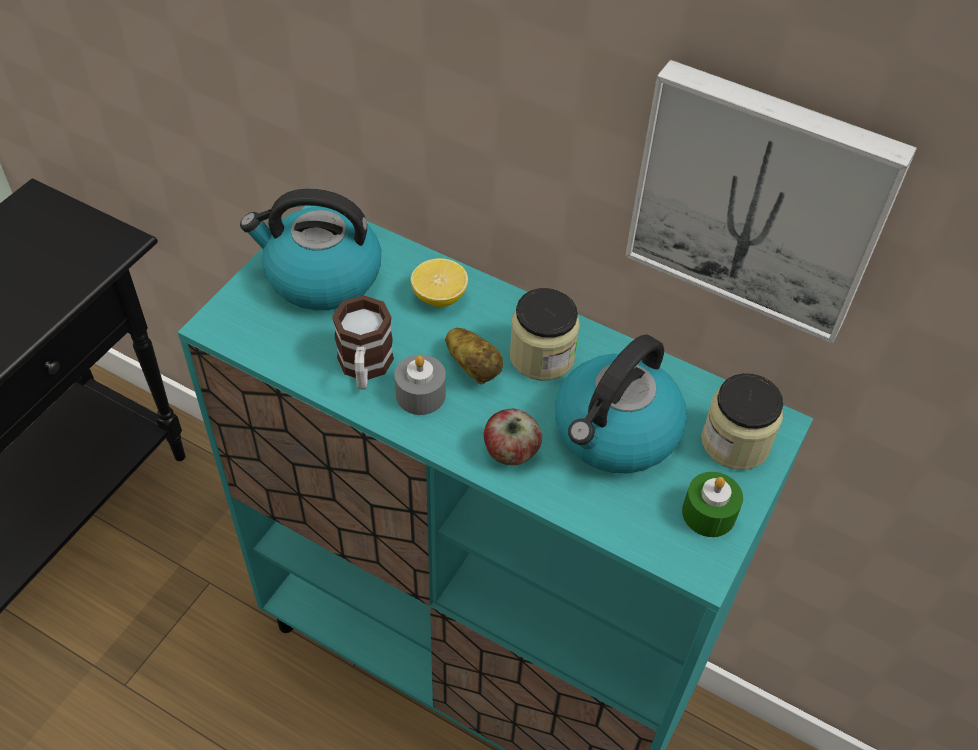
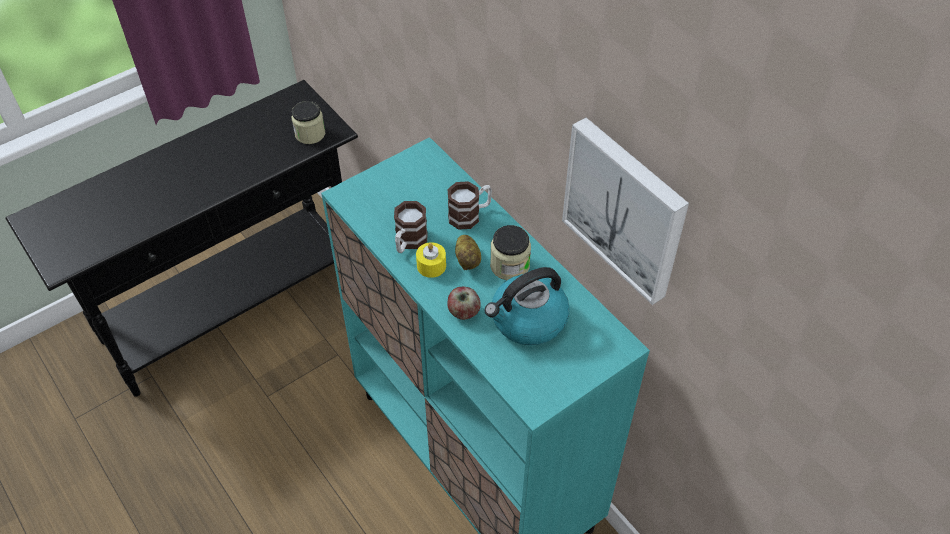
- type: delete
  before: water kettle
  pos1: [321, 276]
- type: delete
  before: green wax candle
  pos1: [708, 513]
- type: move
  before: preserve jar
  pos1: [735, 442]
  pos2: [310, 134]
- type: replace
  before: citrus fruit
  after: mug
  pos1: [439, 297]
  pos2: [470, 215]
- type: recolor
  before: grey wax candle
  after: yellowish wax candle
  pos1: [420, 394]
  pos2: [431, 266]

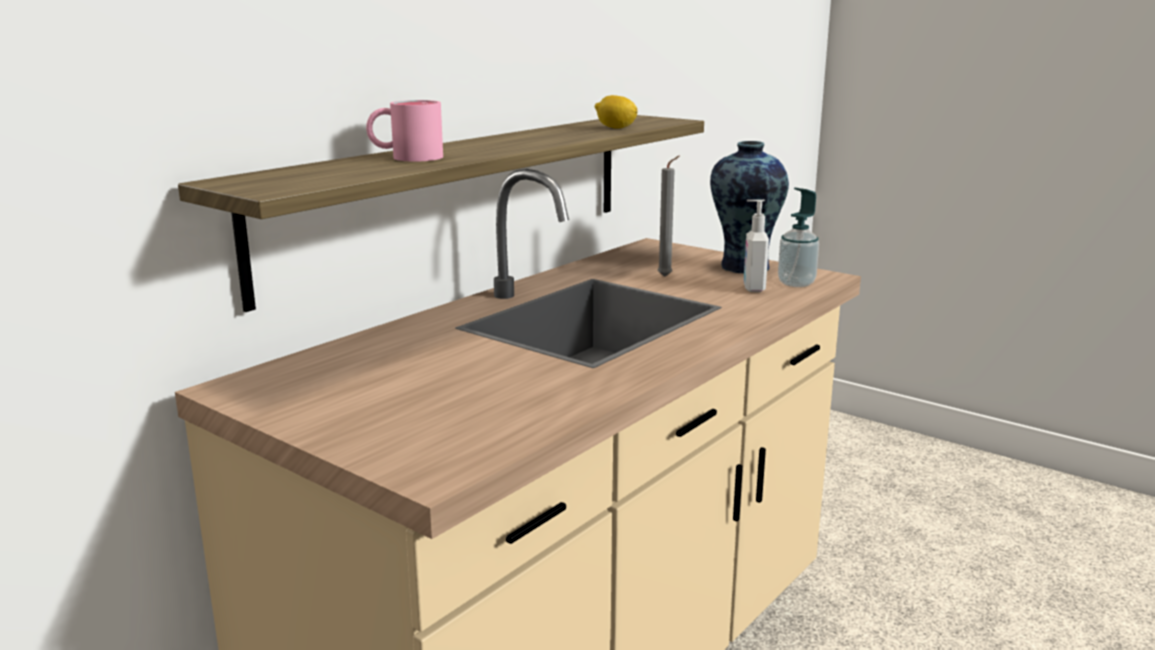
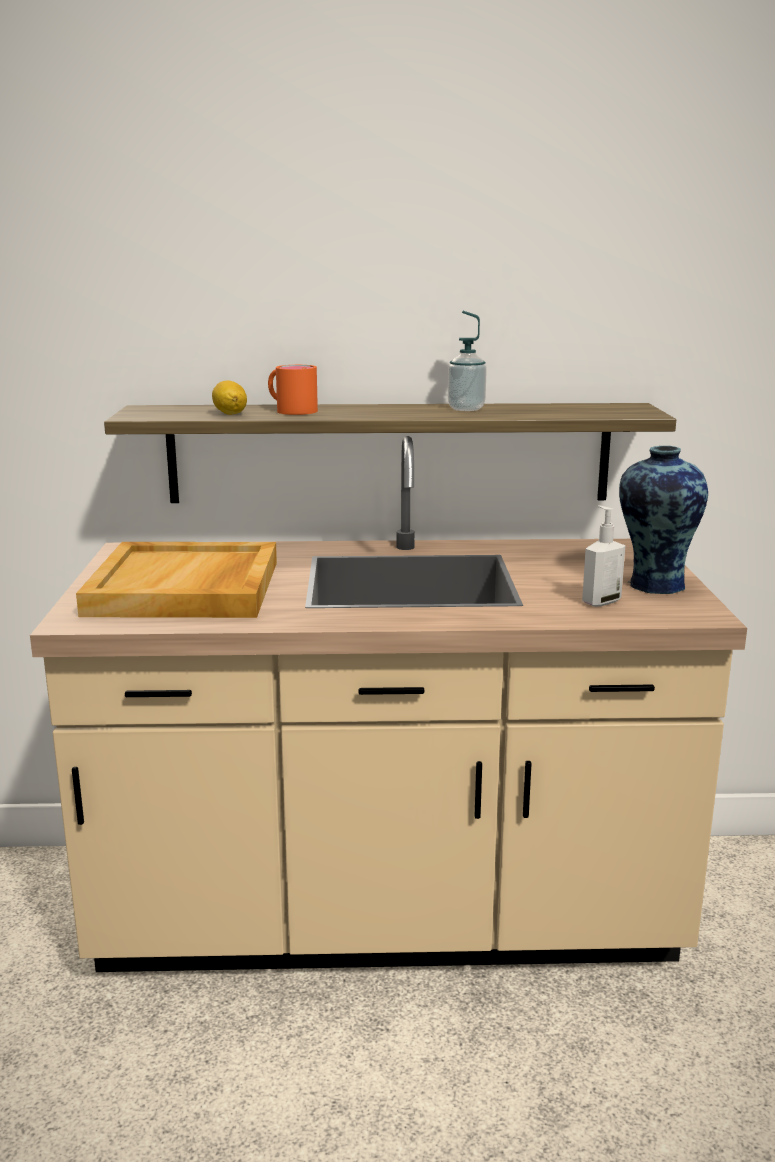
- type: delete
  before: grey wax candle
  pos1: [667, 276]
- type: insert
  after: sand-coloured tray
  pos2: [186, 588]
- type: move
  before: citrus fruit
  pos1: [615, 128]
  pos2: [230, 414]
- type: move
  before: soap bottle
  pos1: [796, 283]
  pos2: [466, 409]
- type: recolor
  before: pink-coloured mug
  after: orangey mug
  pos1: [406, 157]
  pos2: [290, 410]

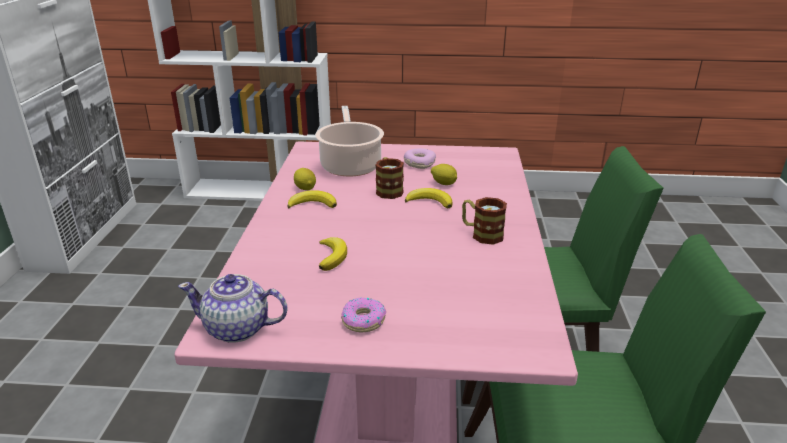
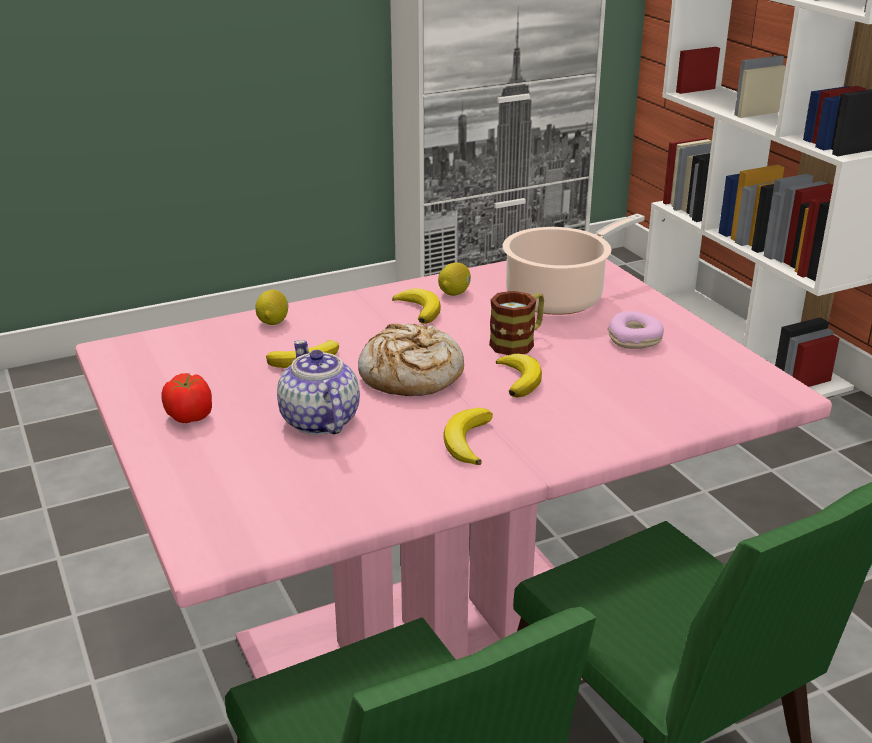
- type: insert
  after: bread
  pos2: [411, 376]
- type: move
  before: tea pot
  pos1: [238, 329]
  pos2: [319, 421]
- type: move
  before: citrus fruit
  pos1: [444, 183]
  pos2: [273, 321]
- type: replace
  before: ring doughnut
  after: tomato
  pos1: [363, 320]
  pos2: [189, 417]
- type: replace
  before: mug
  after: whole banana
  pos1: [481, 234]
  pos2: [467, 441]

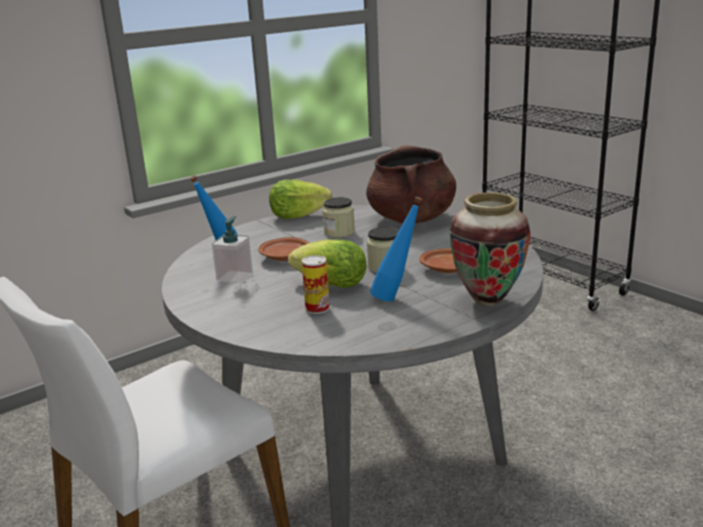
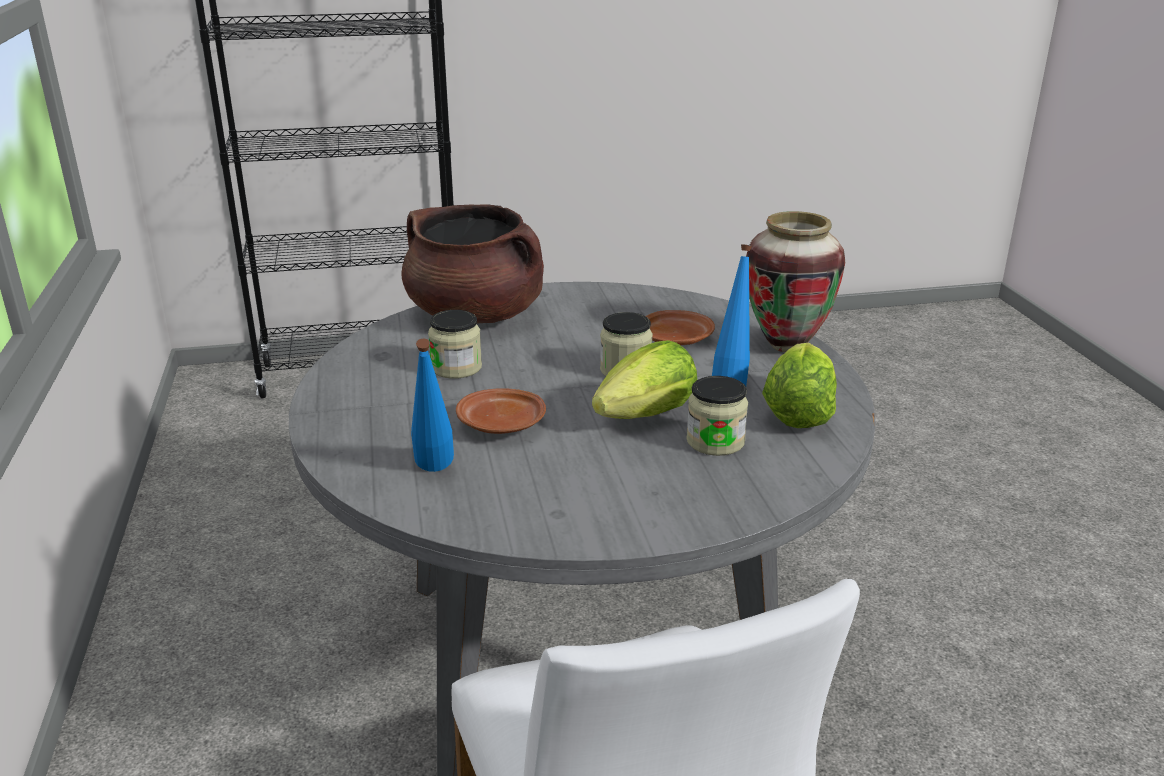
- type: delete
  before: soap bottle
  pos1: [235, 277]
- type: move
  before: lettuce
  pos1: [298, 216]
  pos2: [797, 414]
- type: replace
  before: metal can
  after: preserve jar
  pos1: [317, 308]
  pos2: [715, 441]

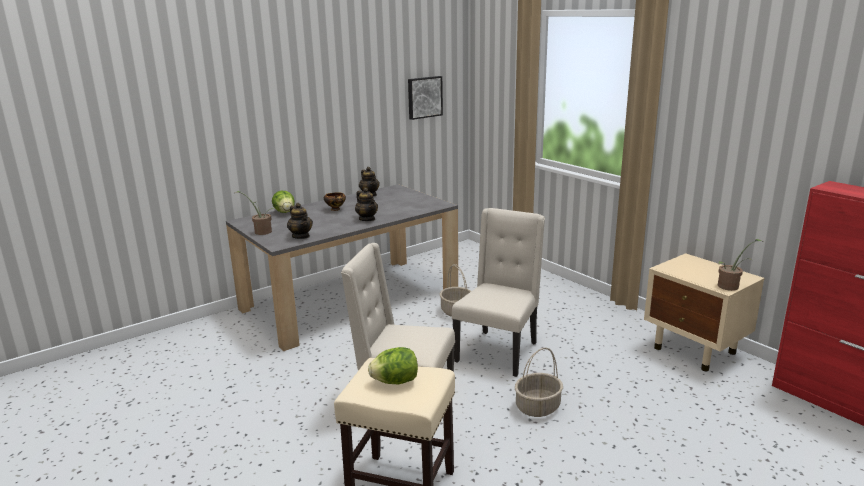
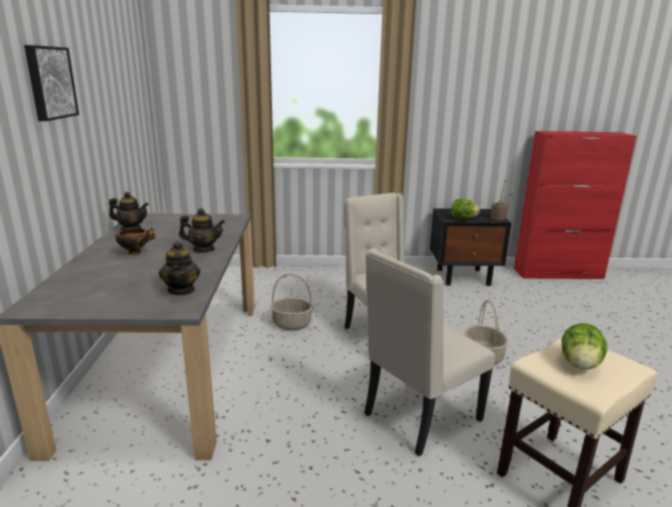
- type: delete
  before: potted plant
  pos1: [261, 231]
- type: move
  before: lettuce
  pos1: [285, 212]
  pos2: [463, 218]
- type: move
  before: wall picture
  pos1: [424, 97]
  pos2: [49, 82]
- type: recolor
  before: sand-coloured bedside table
  after: black bedside table
  pos1: [695, 351]
  pos2: [464, 277]
- type: rotate
  before: tea pot
  pos1: [301, 236]
  pos2: [182, 290]
  turn: 75

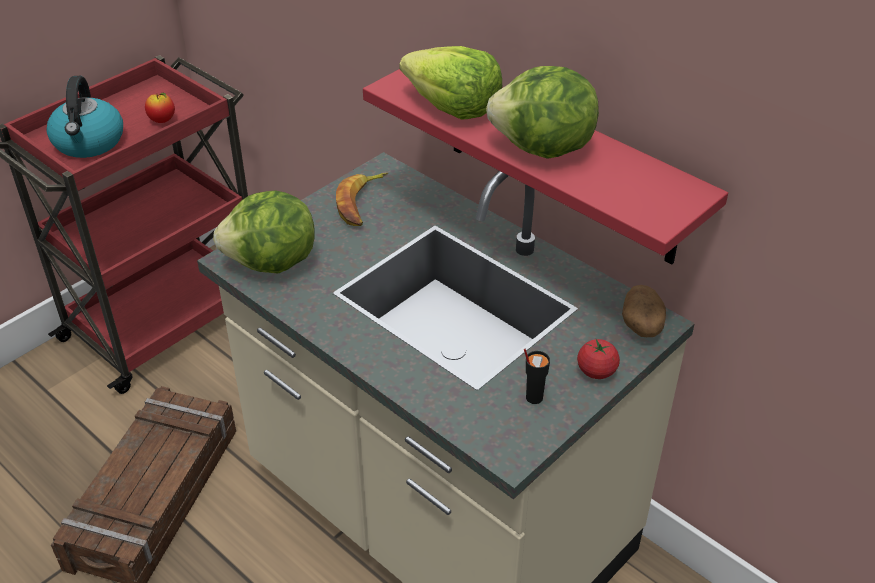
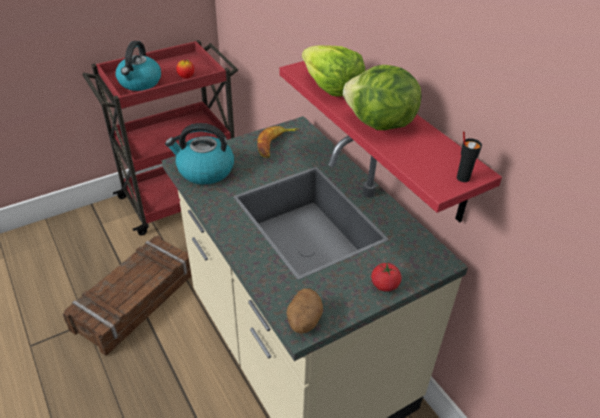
- type: move
  before: black small cup
  pos1: [533, 397]
  pos2: [462, 178]
- type: move
  before: spud
  pos1: [642, 327]
  pos2: [303, 321]
- type: replace
  before: lettuce
  after: water kettle
  pos1: [272, 263]
  pos2: [204, 170]

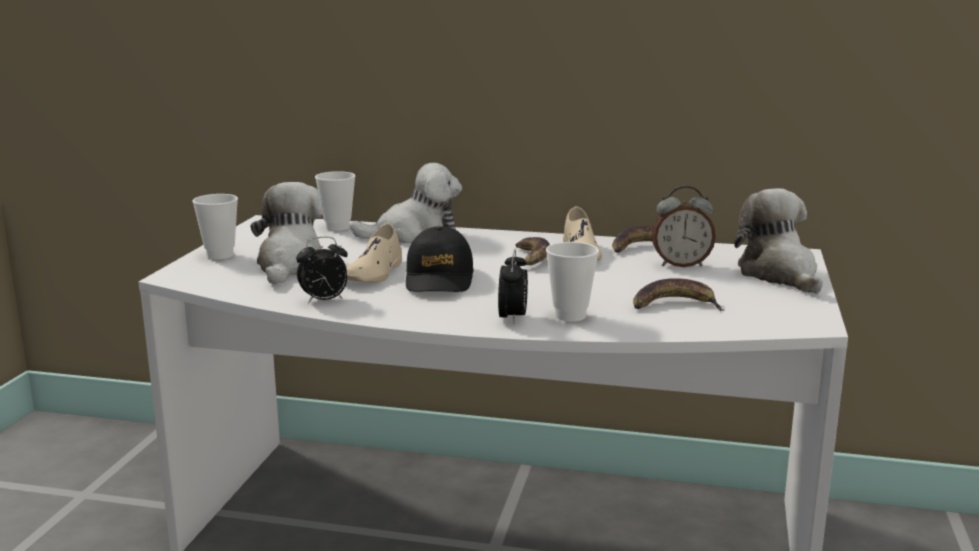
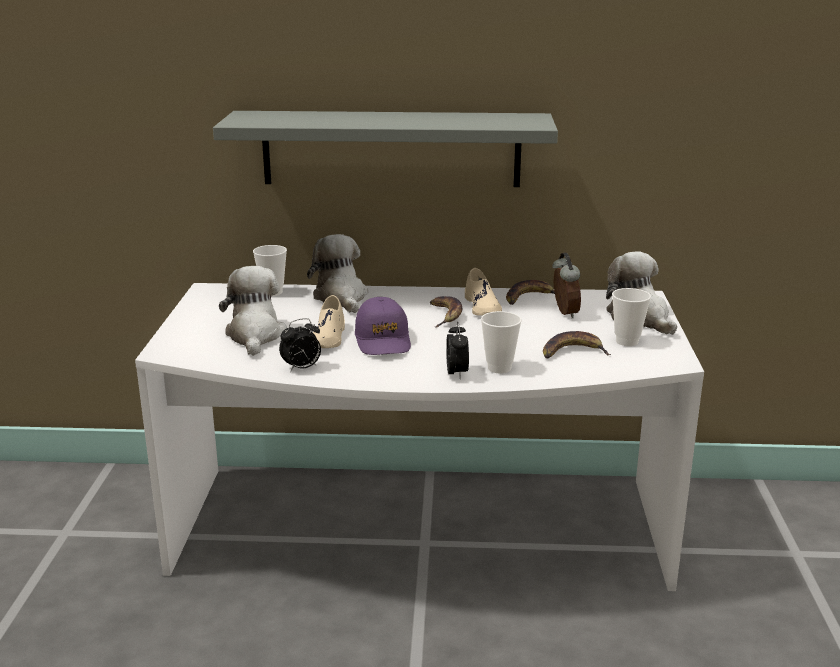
- type: insert
  after: grey shelf
  pos2: [391, 149]
- type: move
  before: small cup
  pos1: [220, 255]
  pos2: [627, 341]
- type: recolor
  before: black cap
  after: purple cap
  pos1: [439, 279]
  pos2: [383, 340]
- type: rotate
  before: cuddly toy
  pos1: [414, 236]
  pos2: [341, 297]
  turn: -90
- type: rotate
  before: bedside clock
  pos1: [681, 264]
  pos2: [563, 313]
  turn: -90

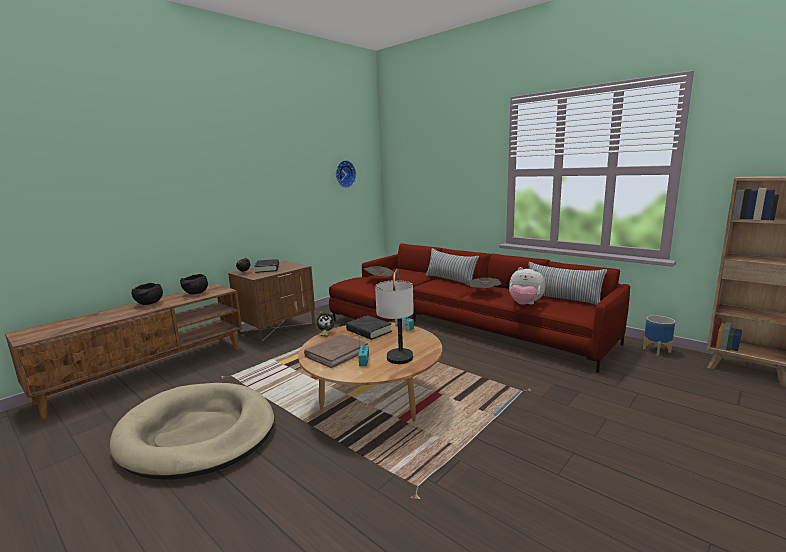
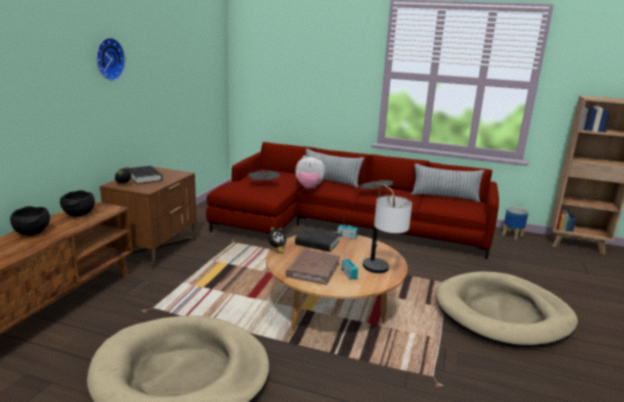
- type: insert
  after: sand-coloured dog bed
  pos2: [502, 313]
- type: move
  before: wall clock
  pos1: [344, 174]
  pos2: [108, 59]
- type: move
  before: cuddly toy
  pos1: [525, 304]
  pos2: [309, 188]

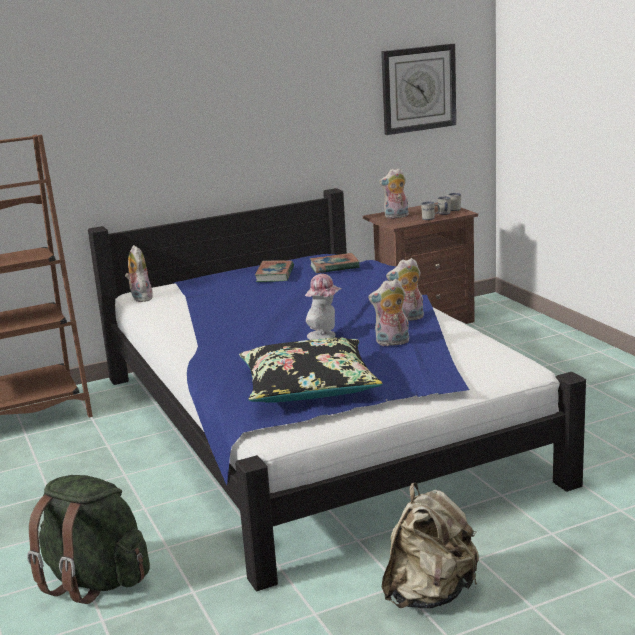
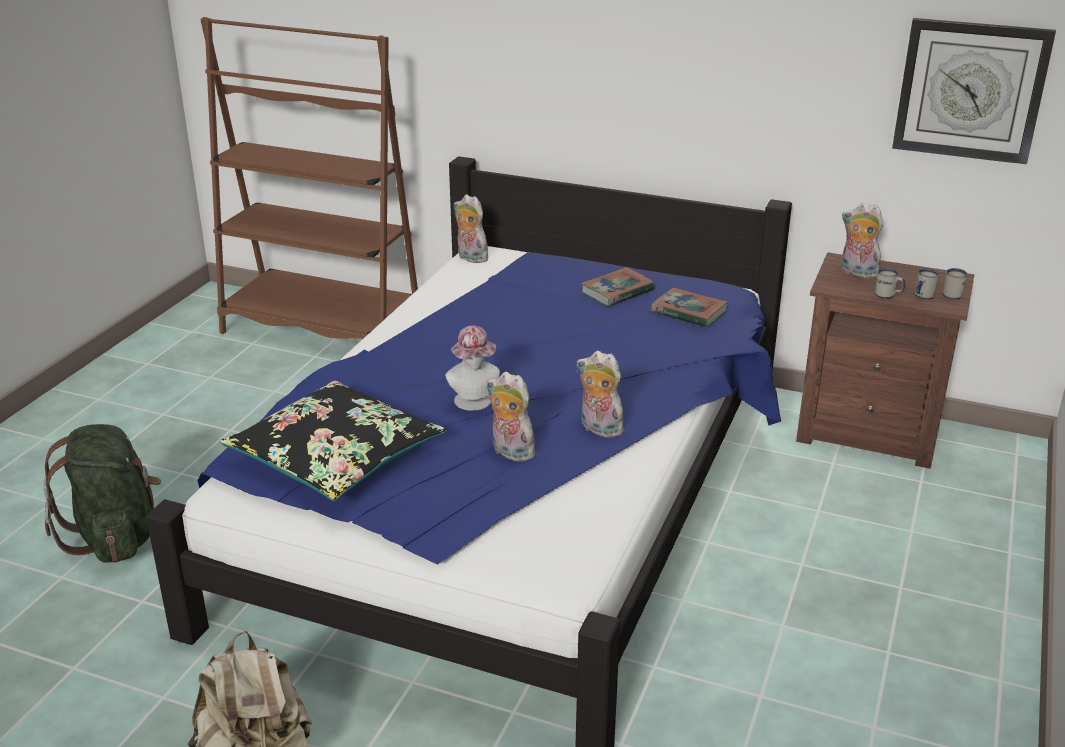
- type: rotate
  before: cuddly toy
  pos1: [140, 298]
  pos2: [470, 258]
  turn: -75

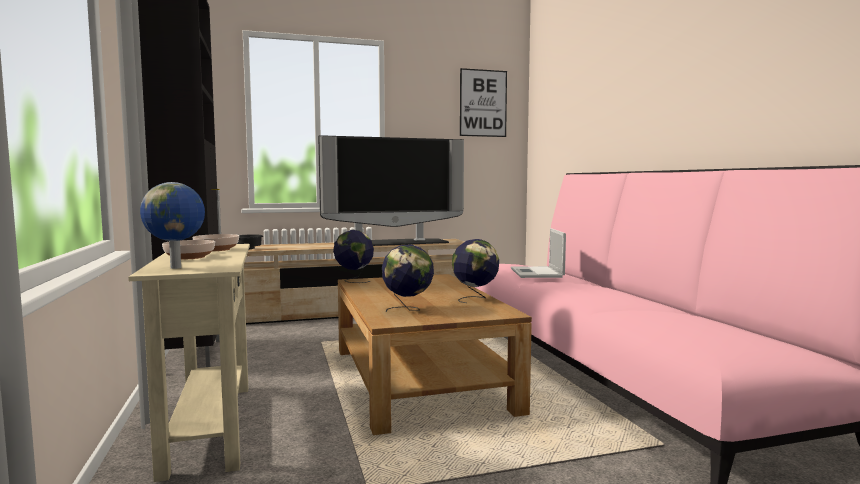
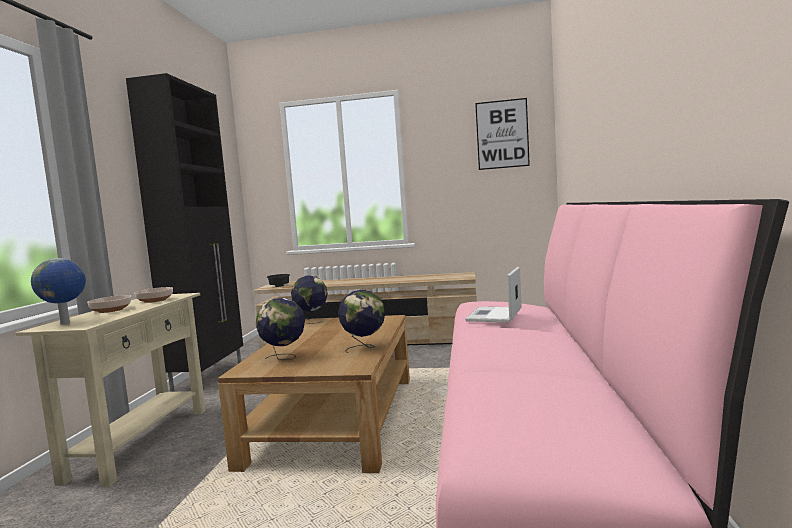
- type: delete
  before: TV set
  pos1: [391, 243]

